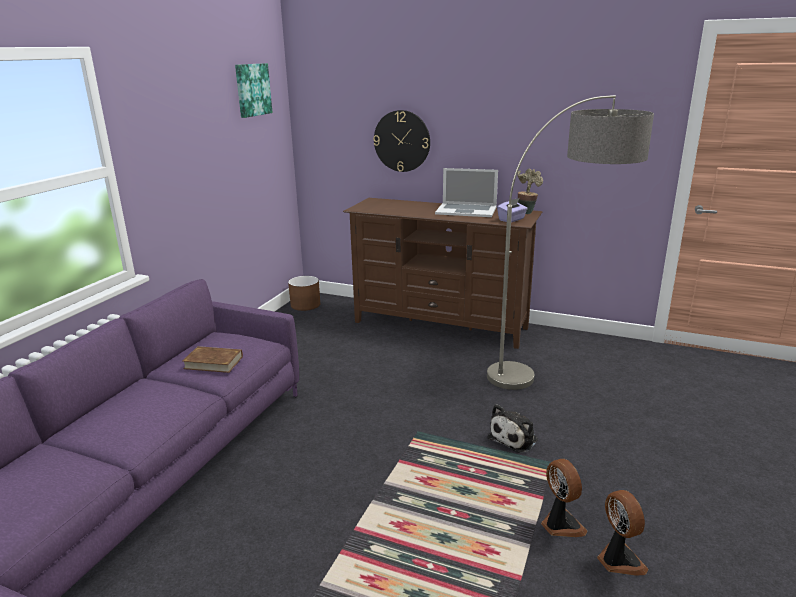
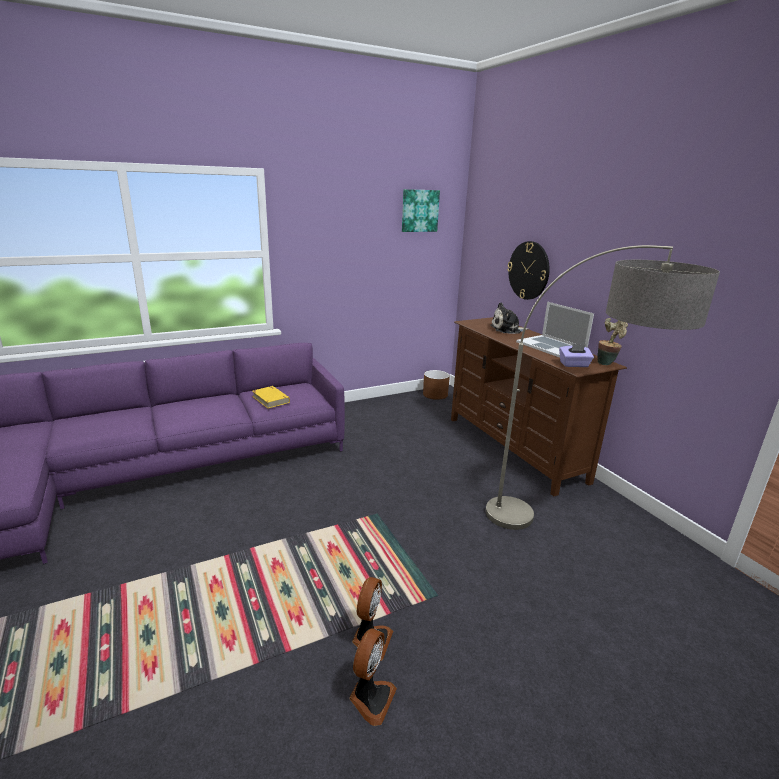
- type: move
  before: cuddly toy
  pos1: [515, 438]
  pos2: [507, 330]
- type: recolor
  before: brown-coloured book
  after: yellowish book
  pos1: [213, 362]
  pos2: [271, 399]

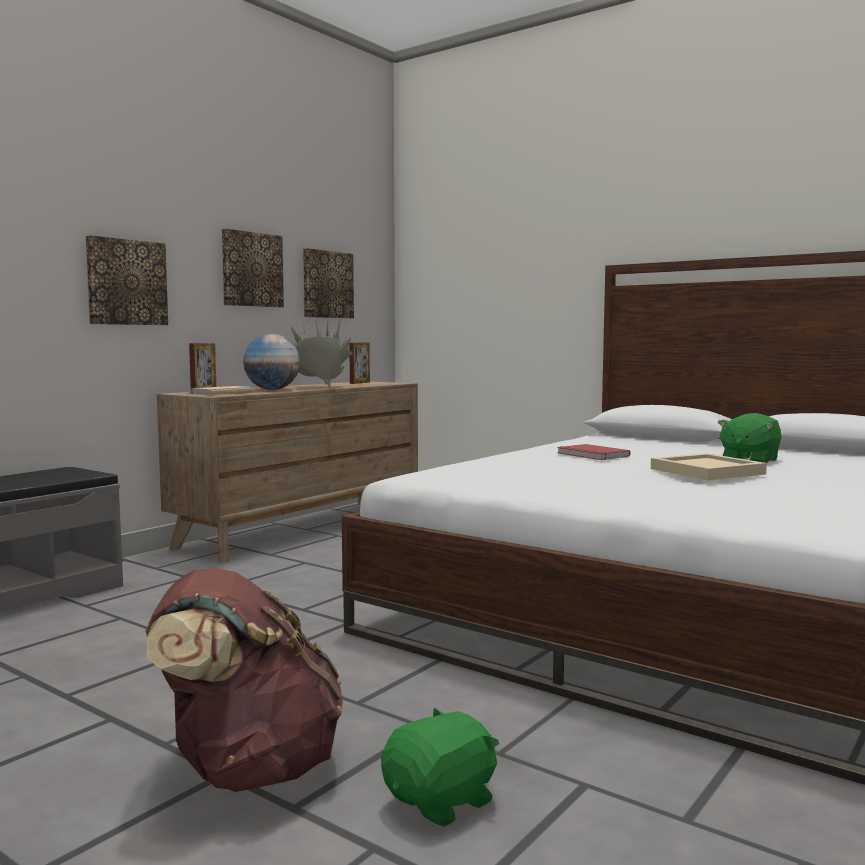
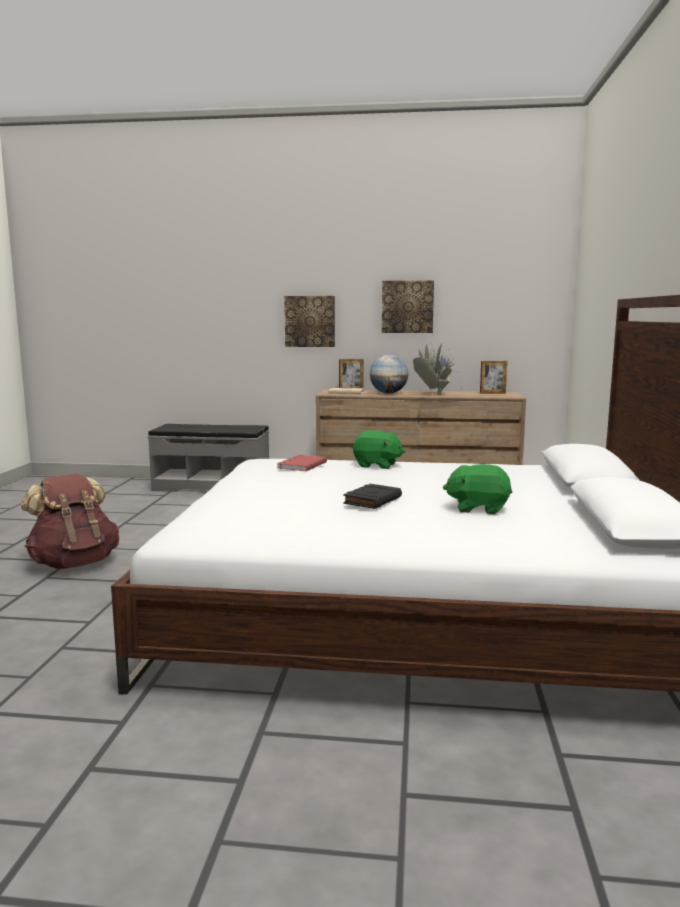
- type: delete
  before: wall picture
  pos1: [327, 284]
- type: move
  before: green cuddly toy
  pos1: [442, 801]
  pos2: [377, 465]
- type: move
  before: reddish book
  pos1: [591, 455]
  pos2: [300, 465]
- type: replace
  before: sand-coloured tray
  after: black book
  pos1: [705, 471]
  pos2: [372, 500]

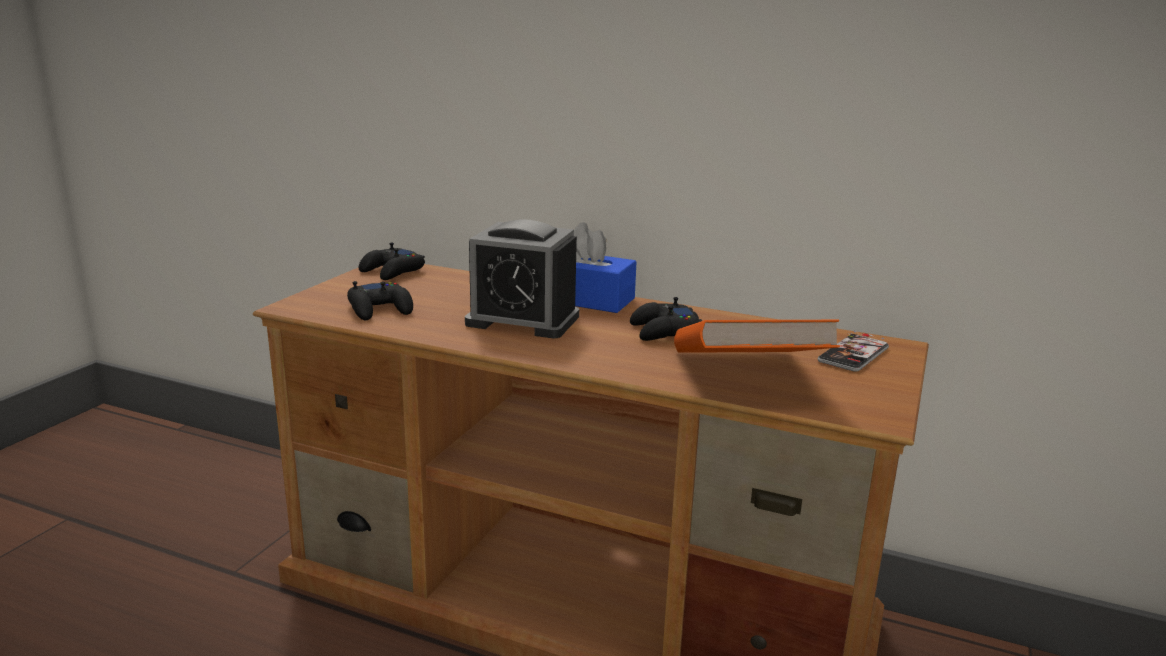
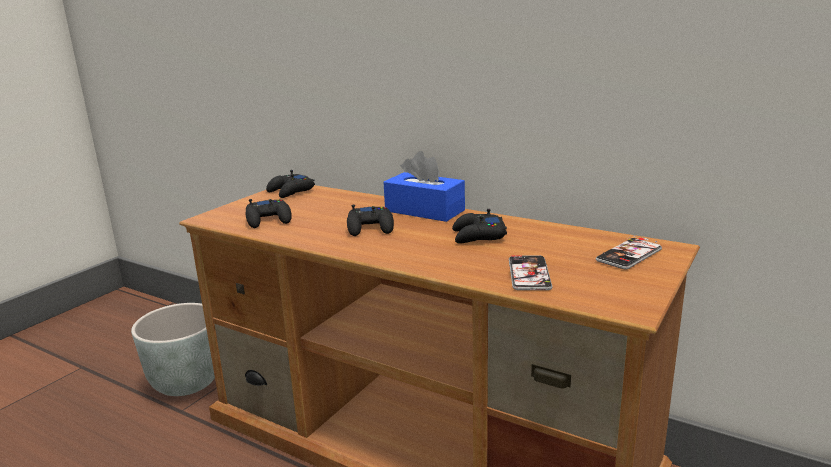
- type: insert
  after: grey plant pot
  pos2: [187, 383]
- type: replace
  before: bedside clock
  after: black game controller
  pos1: [522, 320]
  pos2: [370, 227]
- type: replace
  before: orangey book
  after: handset
  pos1: [745, 378]
  pos2: [529, 274]

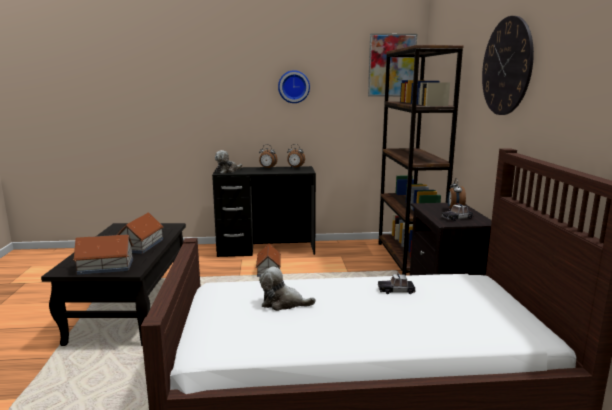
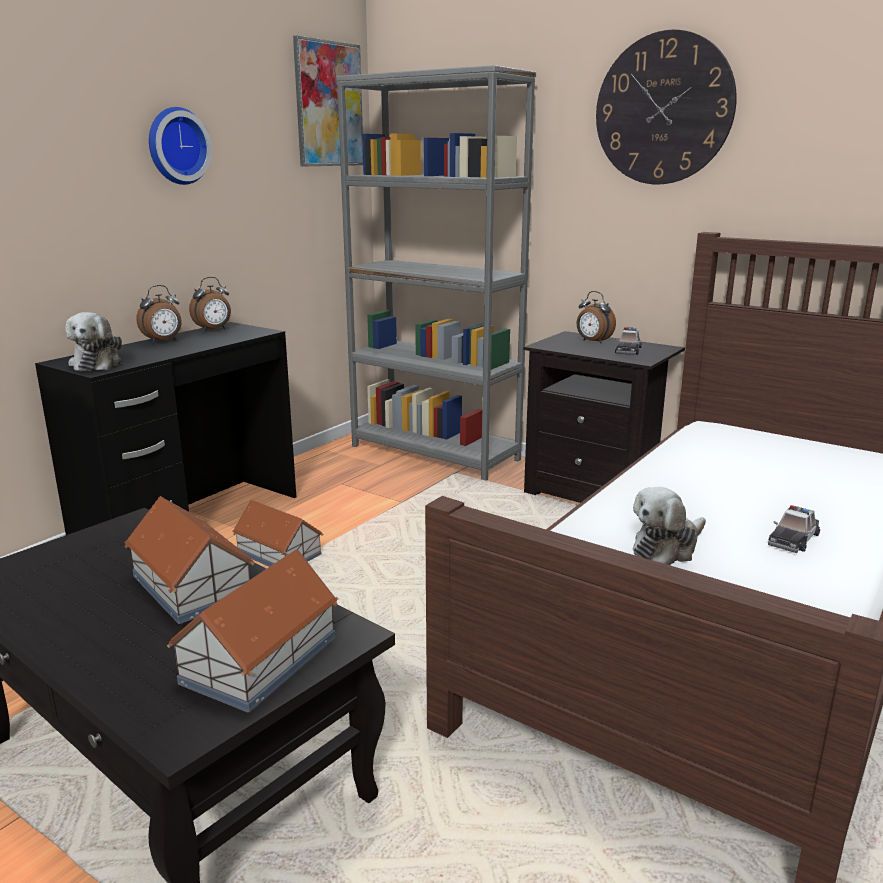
- type: move
  before: miniature car
  pos1: [396, 290]
  pos2: [792, 539]
- type: recolor
  before: brown-coloured bookshelf
  after: grey bookshelf
  pos1: [408, 259]
  pos2: [435, 453]

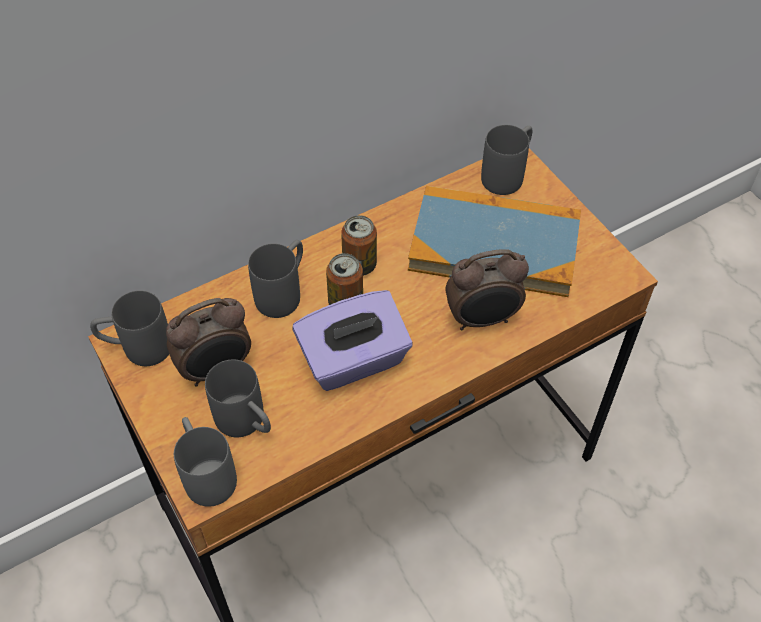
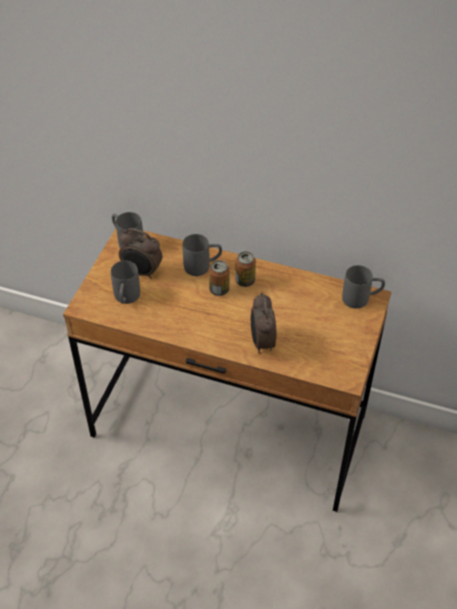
- type: delete
  before: grey mug
  pos1: [206, 472]
- type: delete
  before: purple tissue holder
  pos1: [354, 361]
- type: delete
  before: book
  pos1: [494, 245]
- type: rotate
  before: bedside clock
  pos1: [482, 319]
  pos2: [261, 342]
  turn: 45

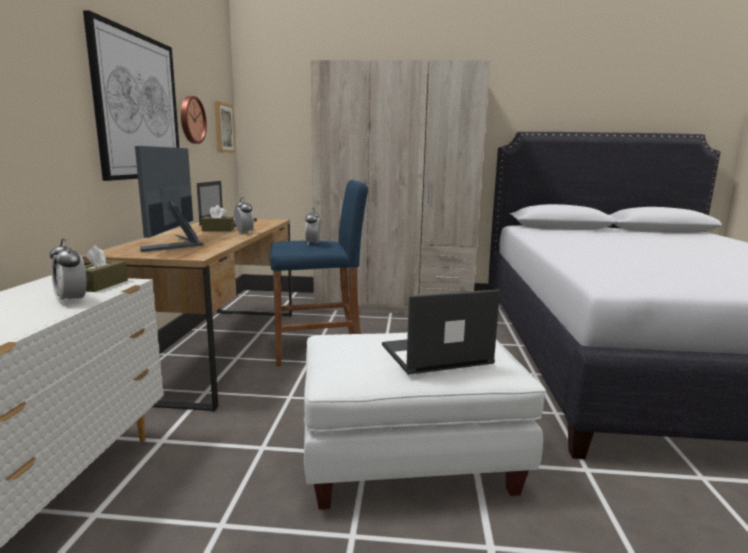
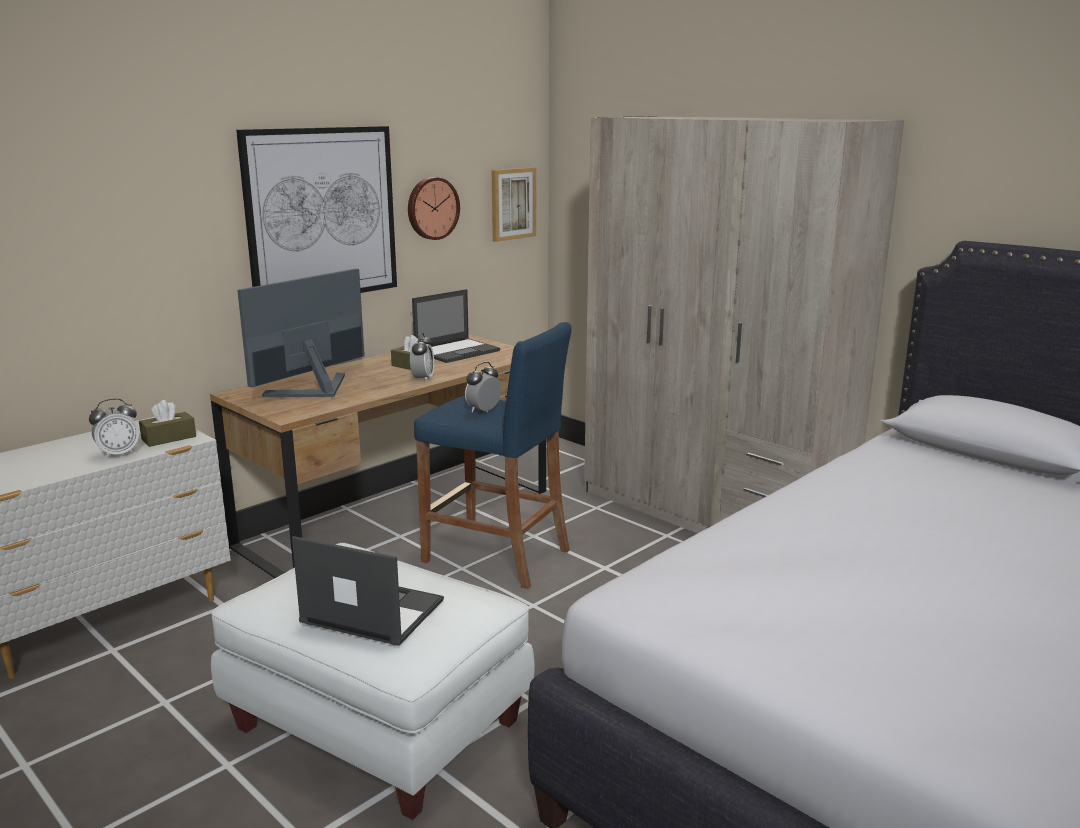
- type: rotate
  before: bedside clock
  pos1: [72, 300]
  pos2: [118, 454]
  turn: -120

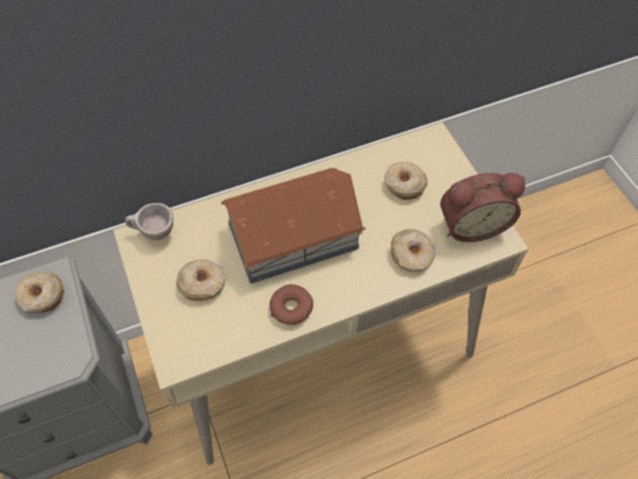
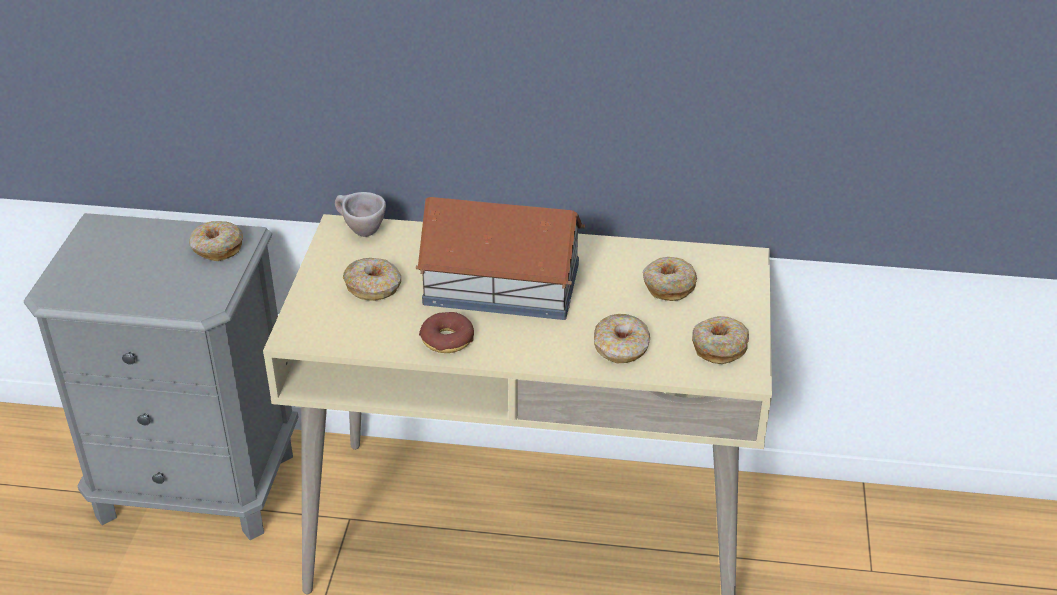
- type: replace
  before: bedside clock
  after: ring doughnut
  pos1: [471, 224]
  pos2: [719, 347]

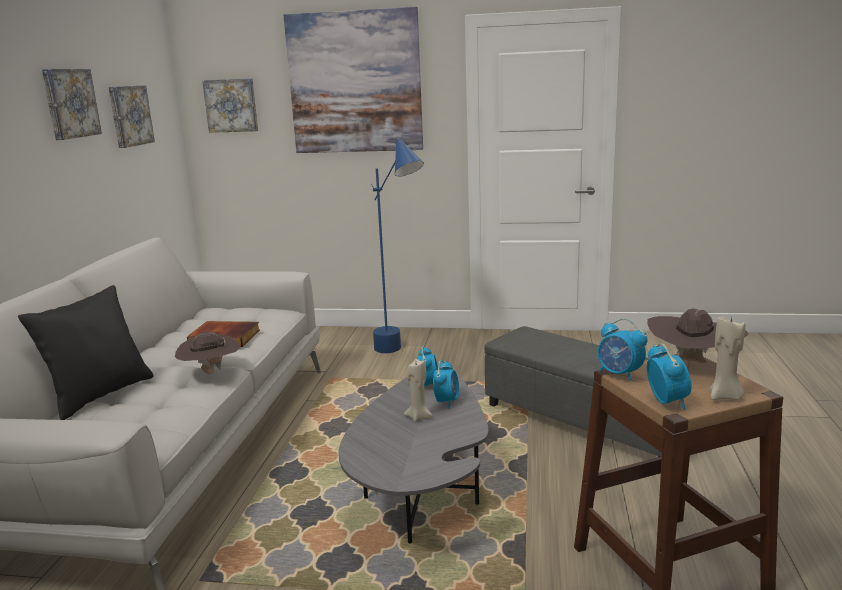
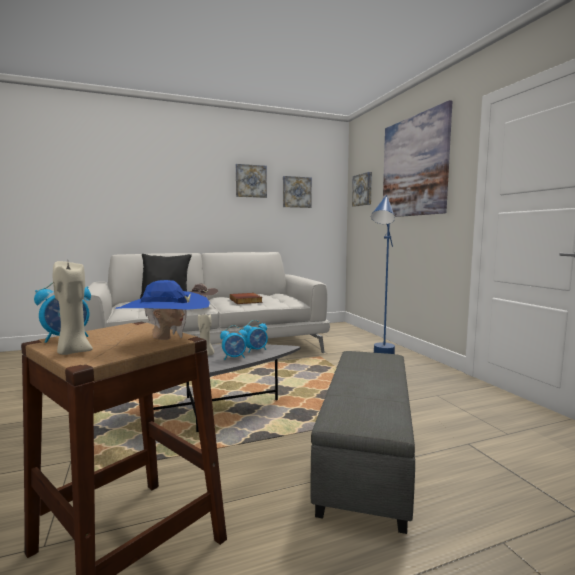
- type: delete
  before: bedside clock
  pos1: [619, 374]
- type: recolor
  before: brown-coloured wearable hat
  after: blue wearable hat
  pos1: [692, 363]
  pos2: [165, 340]

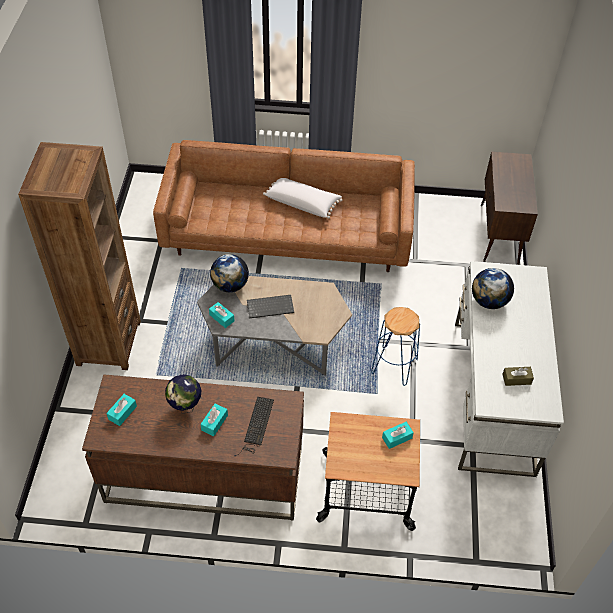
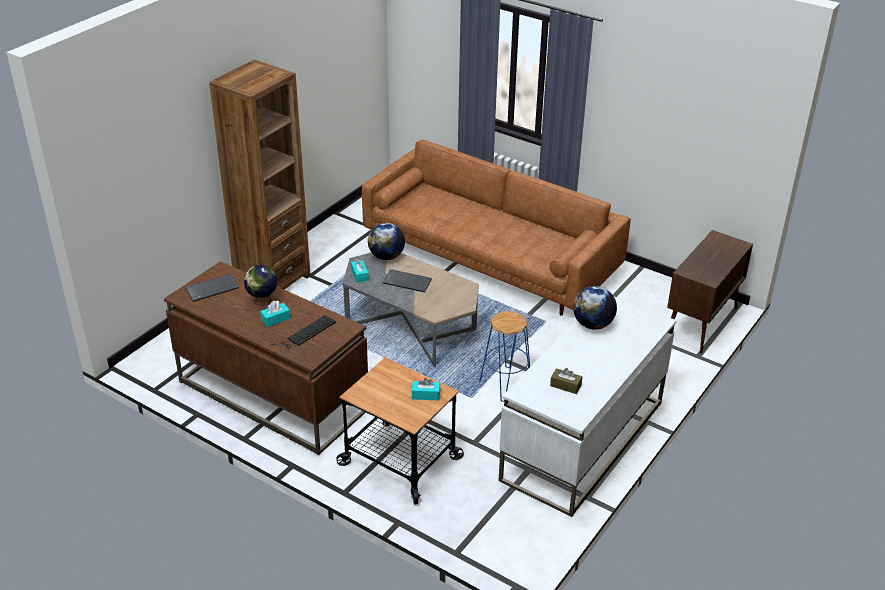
- type: delete
  before: white cushion
  pos1: [302, 202]
- type: replace
  before: turquoise tissue holder
  after: keyboard
  pos1: [122, 412]
  pos2: [212, 288]

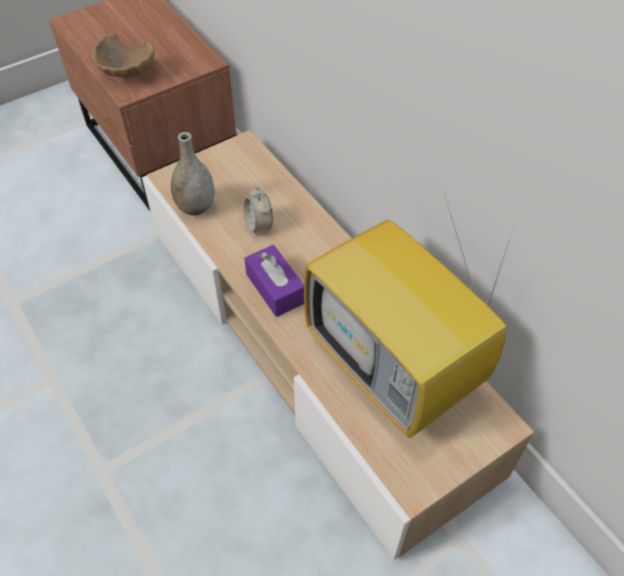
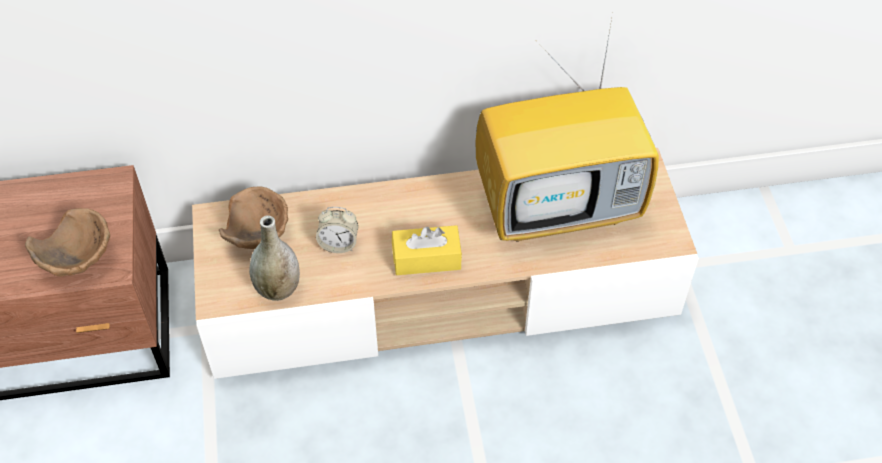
- type: insert
  after: brown-coloured deep dish
  pos2: [258, 236]
- type: recolor
  before: purple tissue holder
  after: yellowish tissue holder
  pos1: [275, 288]
  pos2: [426, 258]

